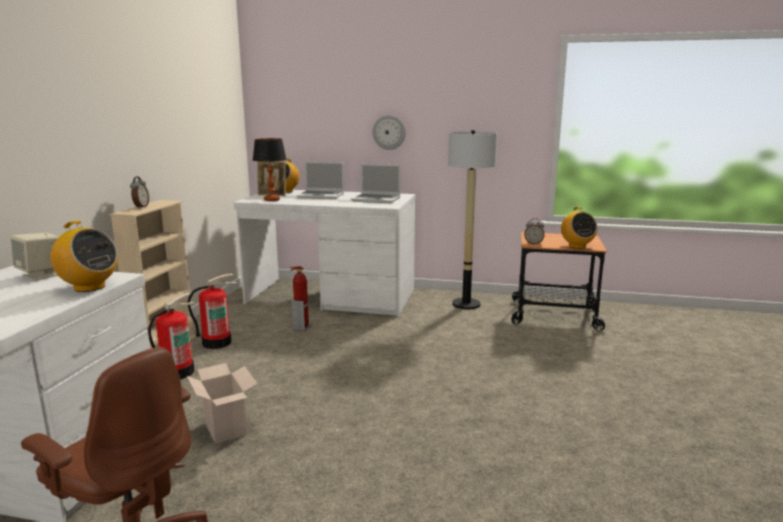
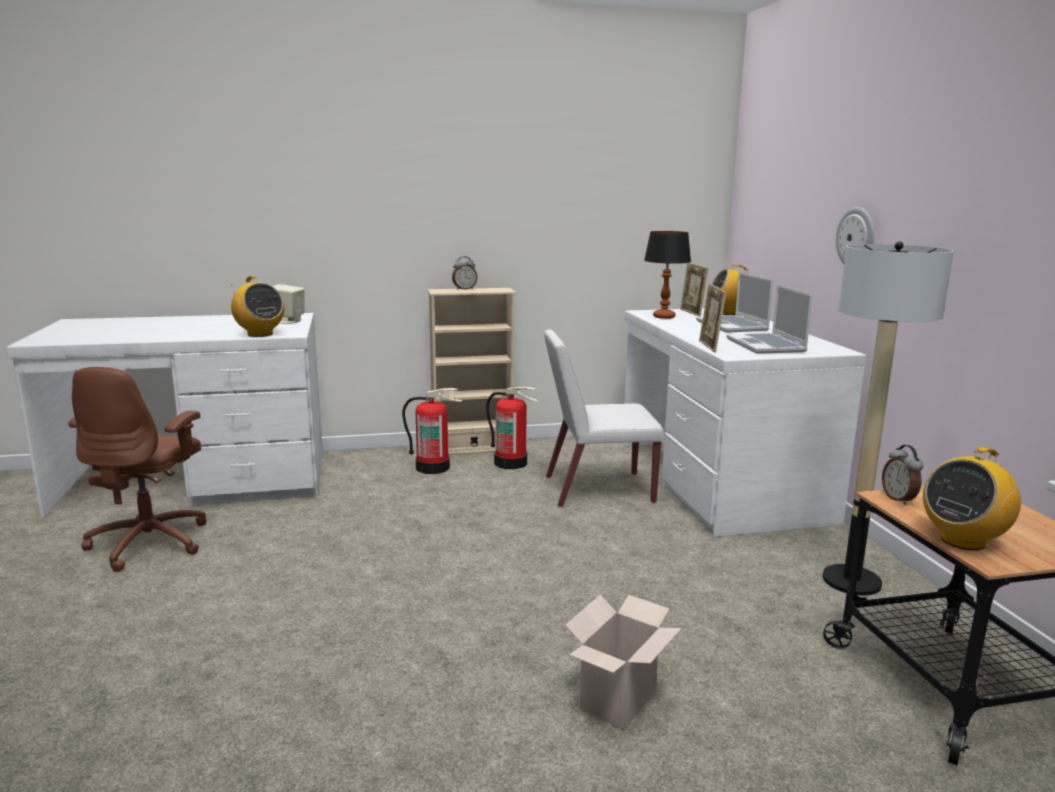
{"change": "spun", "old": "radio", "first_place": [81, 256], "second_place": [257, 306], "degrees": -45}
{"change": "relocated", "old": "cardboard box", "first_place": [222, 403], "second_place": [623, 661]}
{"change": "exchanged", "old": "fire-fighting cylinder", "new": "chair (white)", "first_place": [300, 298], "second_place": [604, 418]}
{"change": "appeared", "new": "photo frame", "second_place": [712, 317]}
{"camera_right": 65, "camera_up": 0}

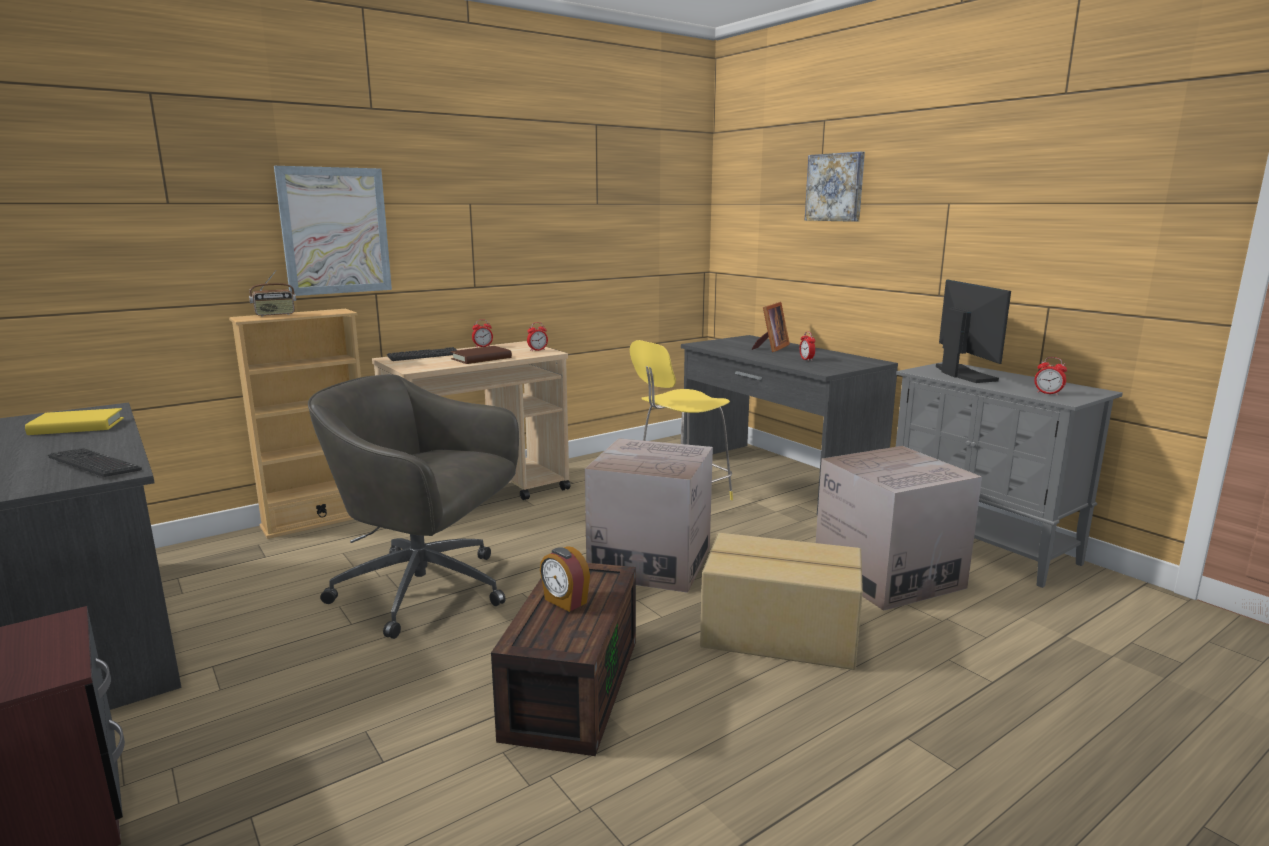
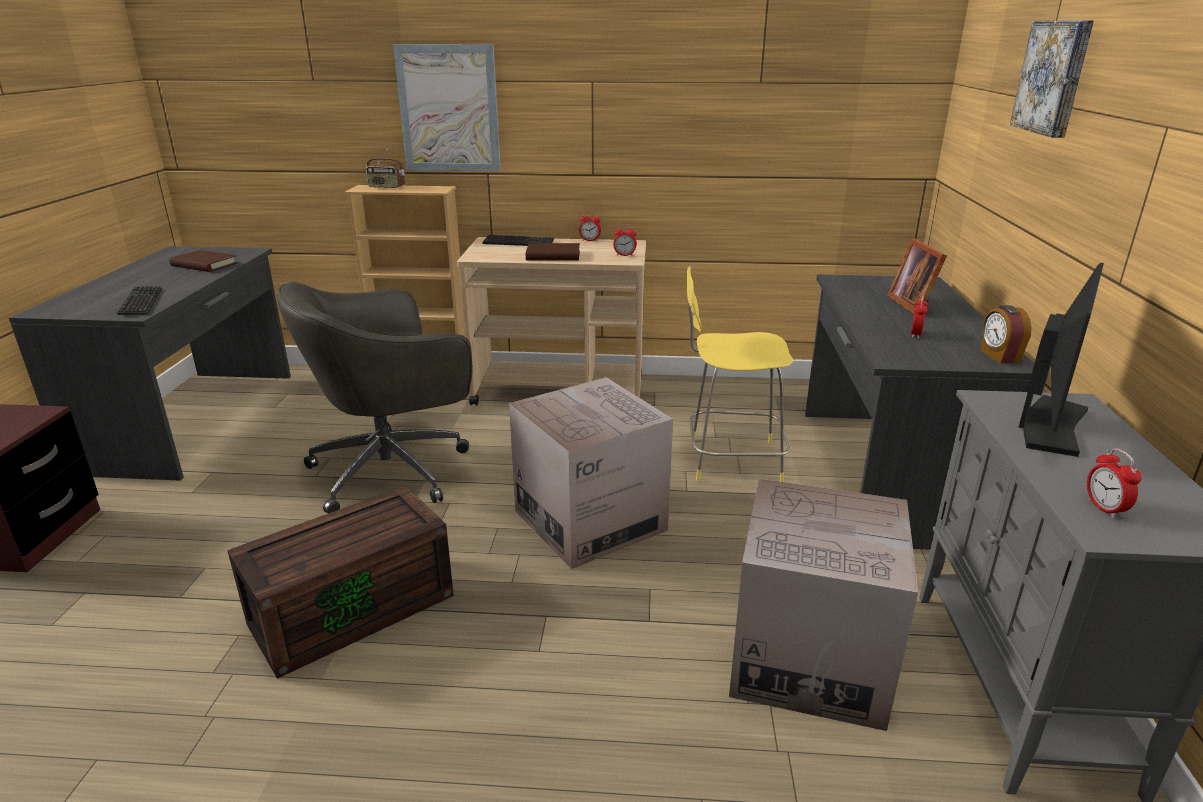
{"change": "colour", "old": "bound book (yellow)", "new": "bound book (brown-coloured)", "first_place": [74, 421], "second_place": [203, 261]}
{"change": "spun", "old": "desk chair (gray)", "first_place": [413, 506], "second_place": [374, 397], "degrees": -90}
{"change": "relocated", "old": "table clock", "first_place": [565, 579], "second_place": [1006, 334]}
{"change": "missing", "old": "cardboard box", "first_place": [781, 601]}
{"change": "spun", "old": "photo frame", "first_place": [771, 327], "second_place": [917, 276], "degrees": 105}
{"camera_right": 40, "camera_up": 10}

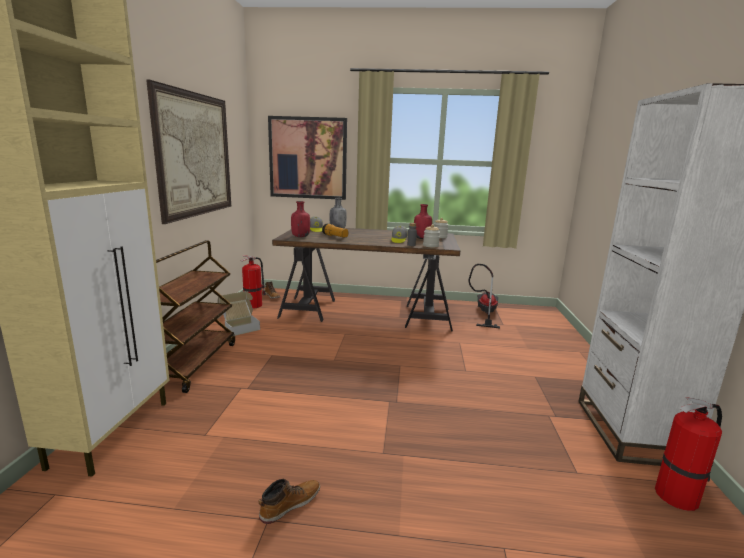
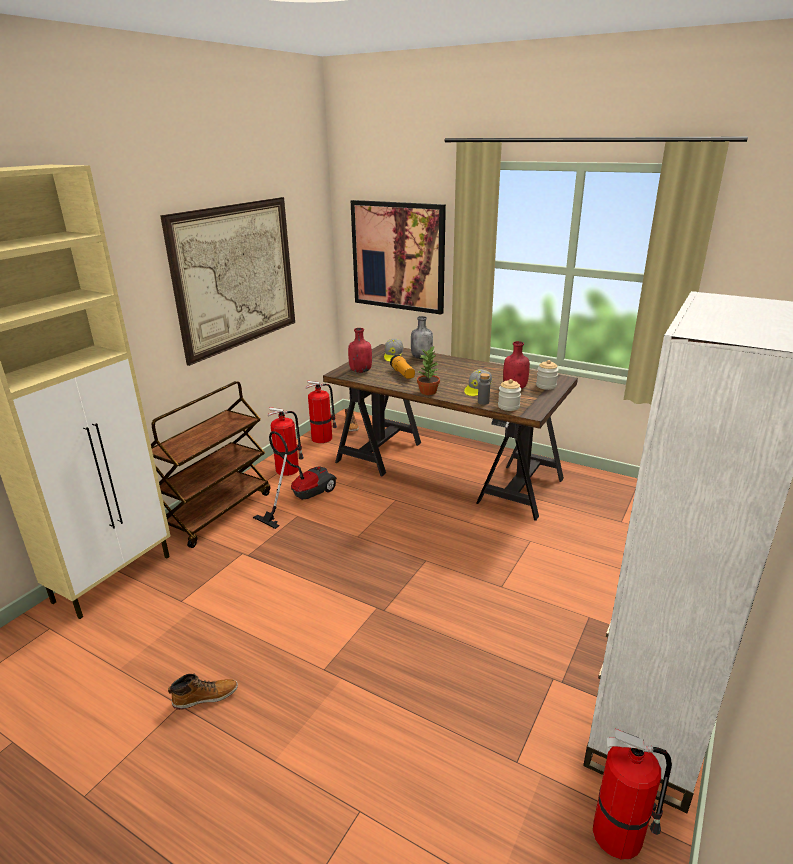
{"change": "exchanged", "old": "cardboard box", "new": "fire-fighting cylinder", "first_place": [238, 313], "second_place": [286, 441]}
{"change": "relocated", "old": "vacuum", "first_place": [484, 296], "second_place": [295, 480]}
{"change": "appeared", "new": "potted plant", "second_place": [428, 370]}
{"camera_right": 25, "camera_up": 10}

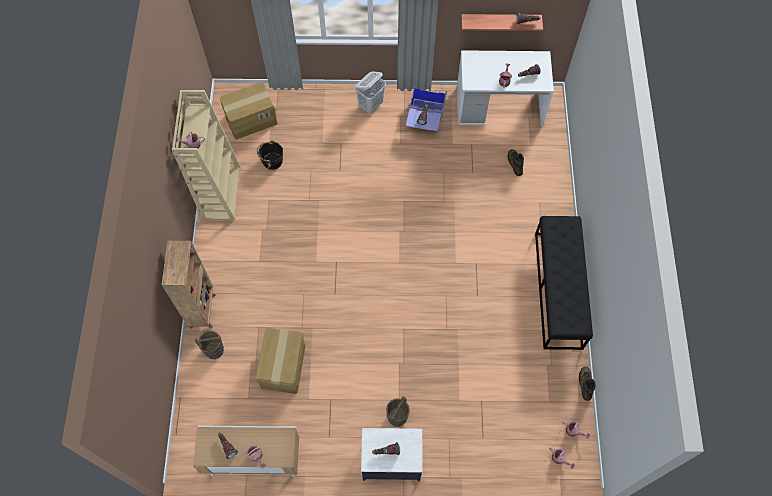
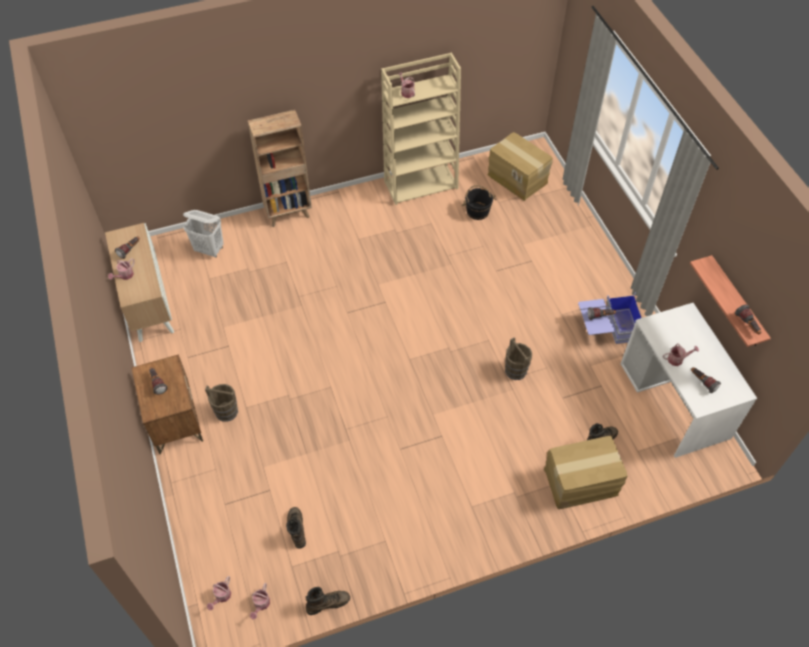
{"change": "relocated", "old": "pail (brown-coloured)", "first_place": [209, 345], "second_place": [518, 358]}
{"change": "relocated", "old": "cardboard box", "first_place": [280, 361], "second_place": [586, 472]}
{"change": "relocated", "old": "hamper (white)", "first_place": [370, 92], "second_place": [203, 233]}
{"change": "colour", "old": "bedside table (white)", "new": "bedside table (brown-coloured)", "first_place": [392, 455], "second_place": [167, 404]}
{"change": "missing", "old": "bench (black)", "first_place": [564, 283]}
{"change": "appeared", "new": "tall boot (brown-coloured)", "second_place": [296, 528]}
{"camera_right": 70, "camera_up": -10}

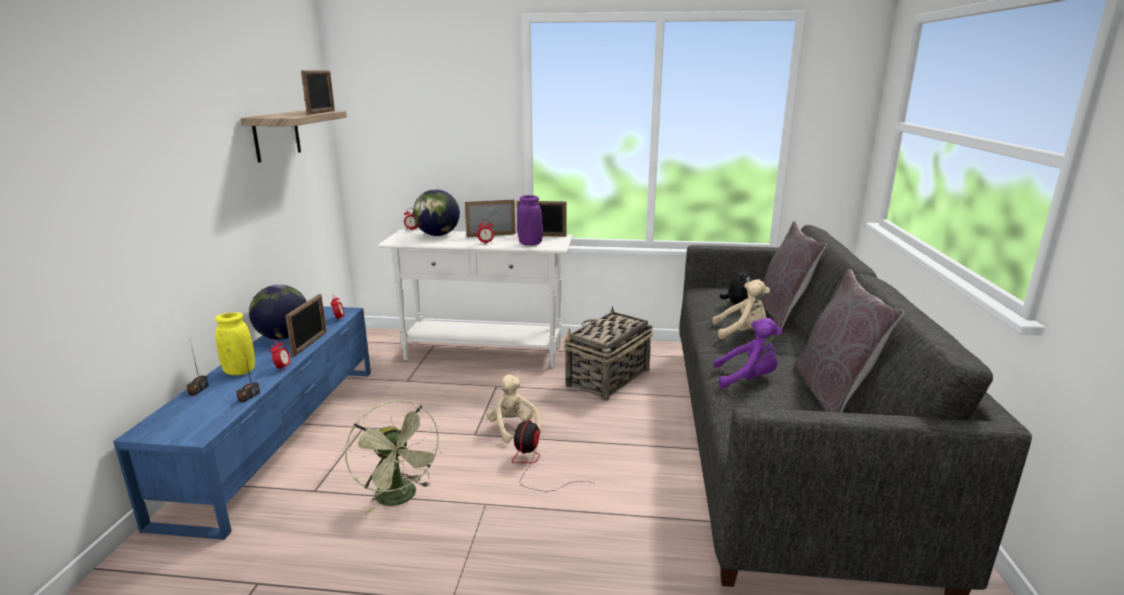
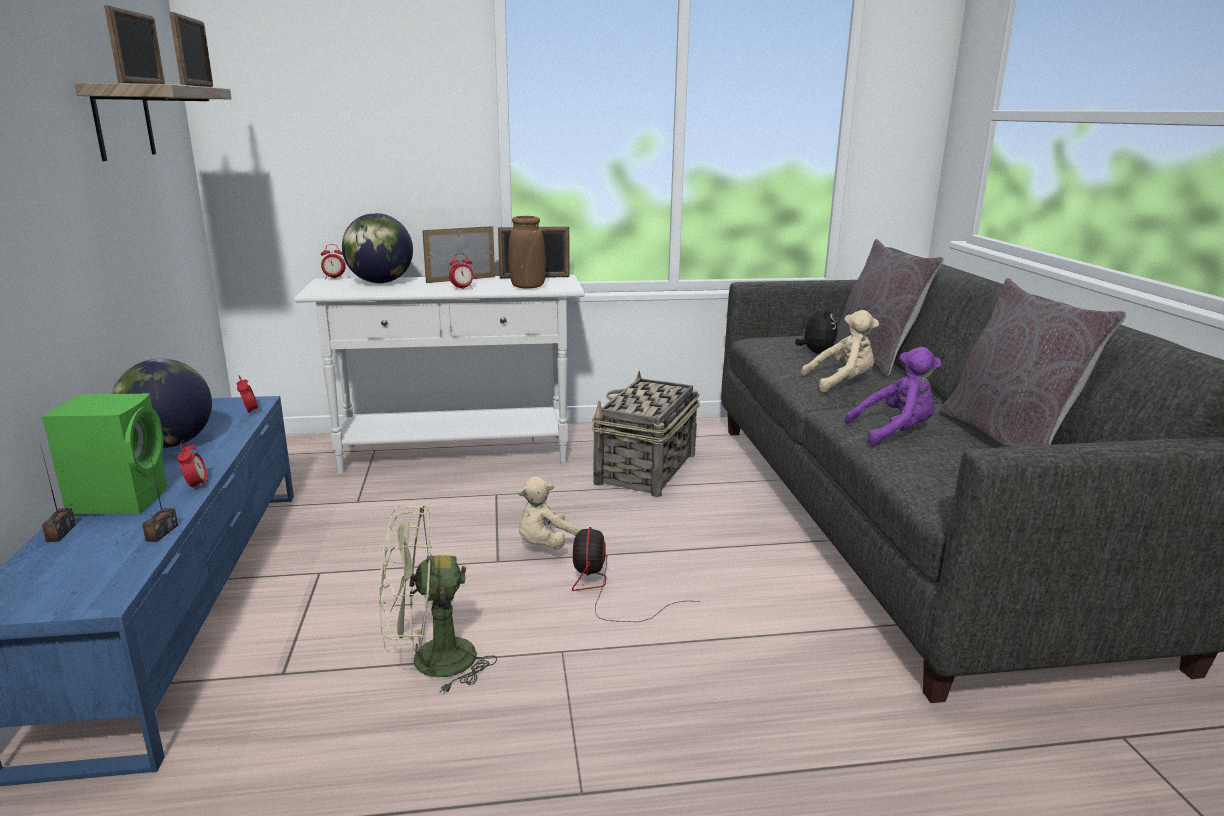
{"change": "exchanged", "old": "decorative vase (yellow)", "new": "loudspeaker (green)", "first_place": [235, 343], "second_place": [105, 454]}
{"change": "relocated", "old": "photo frame", "first_place": [306, 325], "second_place": [134, 44]}
{"change": "spun", "old": "cooling fan (green)", "first_place": [394, 457], "second_place": [438, 600], "degrees": 120}
{"change": "spun", "old": "cuddly toy (beige-coloured)", "first_place": [513, 409], "second_place": [550, 513], "degrees": -90}
{"change": "colour", "old": "decorative vase (purple-coloured)", "new": "decorative vase (brown-coloured)", "first_place": [530, 220], "second_place": [527, 252]}
{"camera_right": -15, "camera_up": 0}

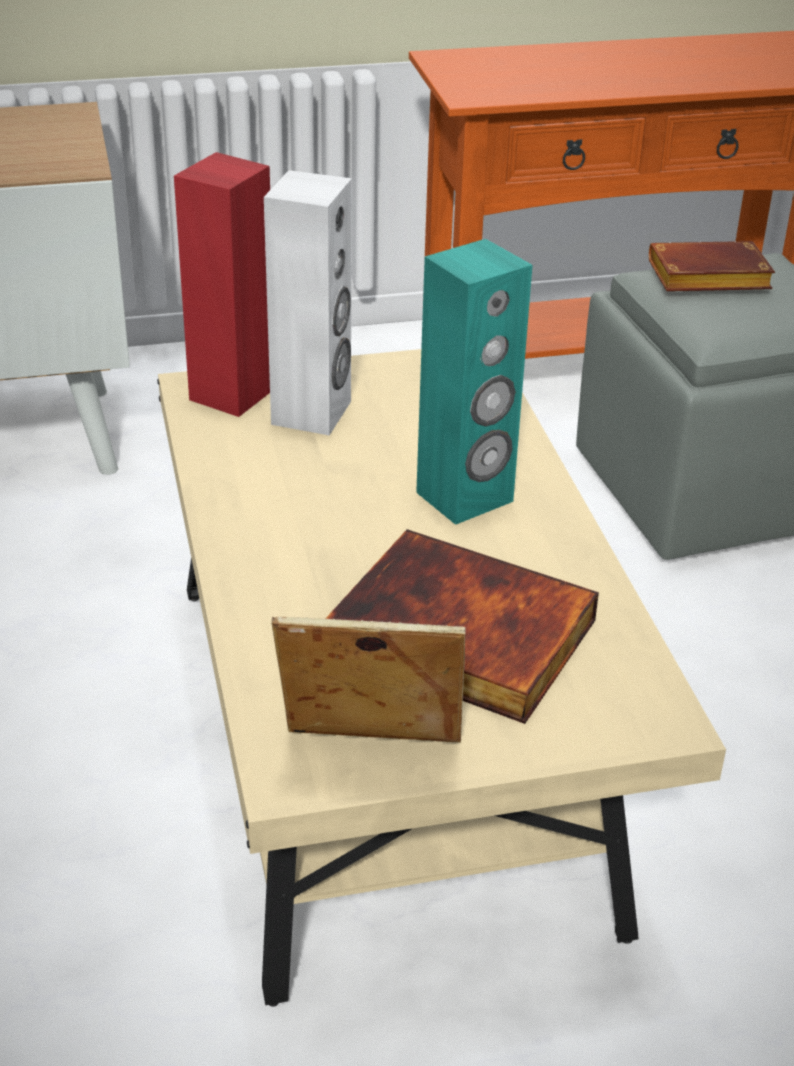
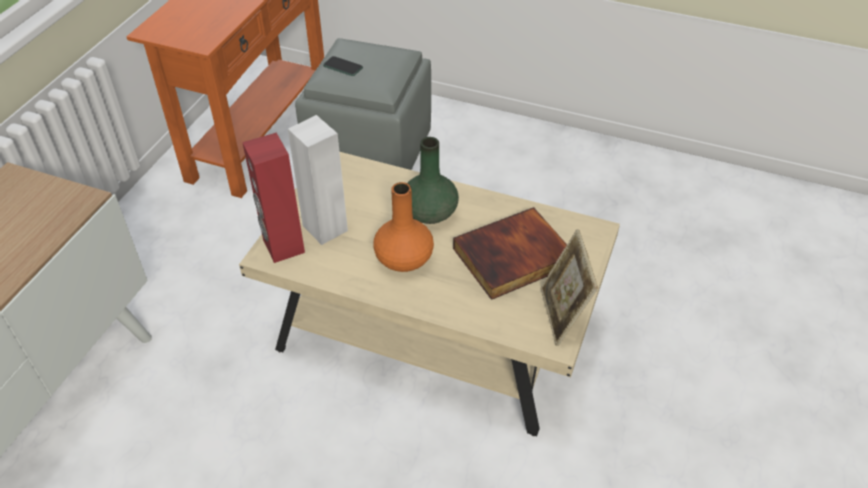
{"change": "spun", "old": "photo frame", "first_place": [368, 680], "second_place": [569, 287], "degrees": -45}
{"change": "exchanged", "old": "loudspeaker (turquoise)", "new": "decorative vase (green)", "first_place": [474, 382], "second_place": [433, 180]}
{"change": "exchanged", "old": "bound book (brown-coloured)", "new": "phone", "first_place": [712, 266], "second_place": [343, 66]}
{"change": "appeared", "new": "decorative vase (orange-coloured)", "second_place": [404, 227]}
{"camera_right": -55, "camera_up": 10}

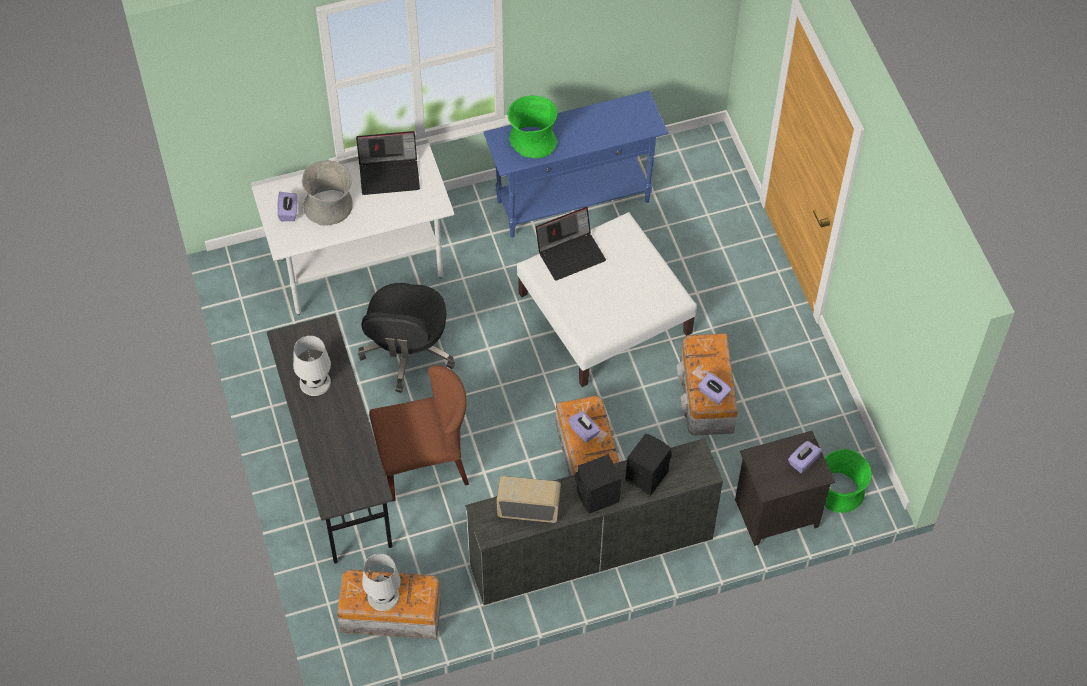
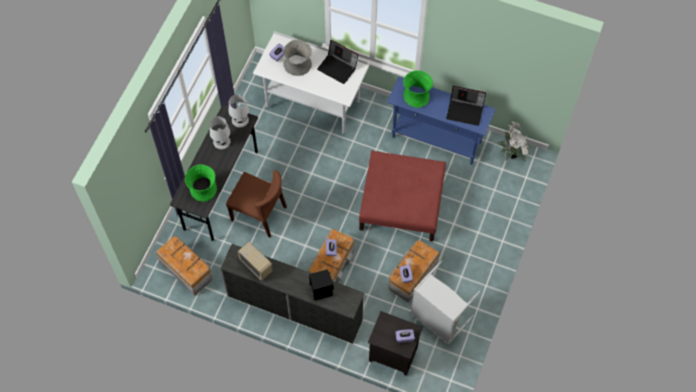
{"change": "missing", "old": "desk chair (black)", "first_place": [406, 338]}
{"change": "relocated", "old": "table lamp (white)", "first_place": [381, 582], "second_place": [239, 111]}
{"change": "colour", "old": "footrest (white)", "new": "footrest (red-coloured)", "first_place": [607, 299], "second_place": [402, 196]}
{"change": "relocated", "old": "portable computer", "first_place": [571, 244], "second_place": [466, 106]}
{"change": "missing", "old": "loudspeaker (black)", "first_place": [598, 484]}
{"change": "relocated", "old": "decorative vase (green)", "first_place": [848, 481], "second_place": [201, 183]}
{"change": "appeared", "new": "hamper (gray)", "second_place": [445, 303]}
{"change": "appeared", "new": "potted plant", "second_place": [512, 141]}
{"camera_right": 40, "camera_up": 5}

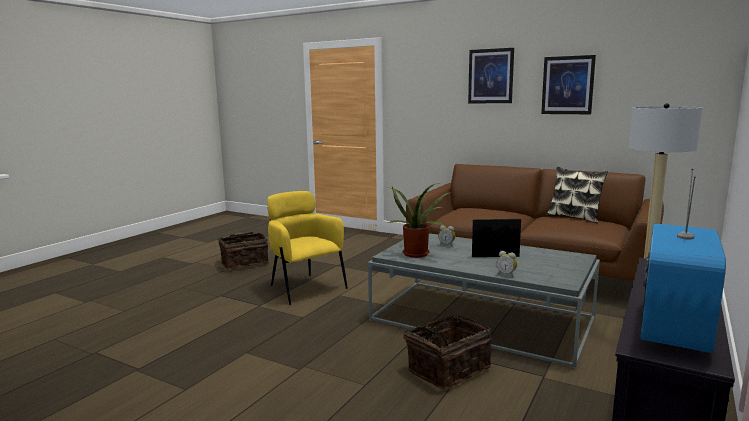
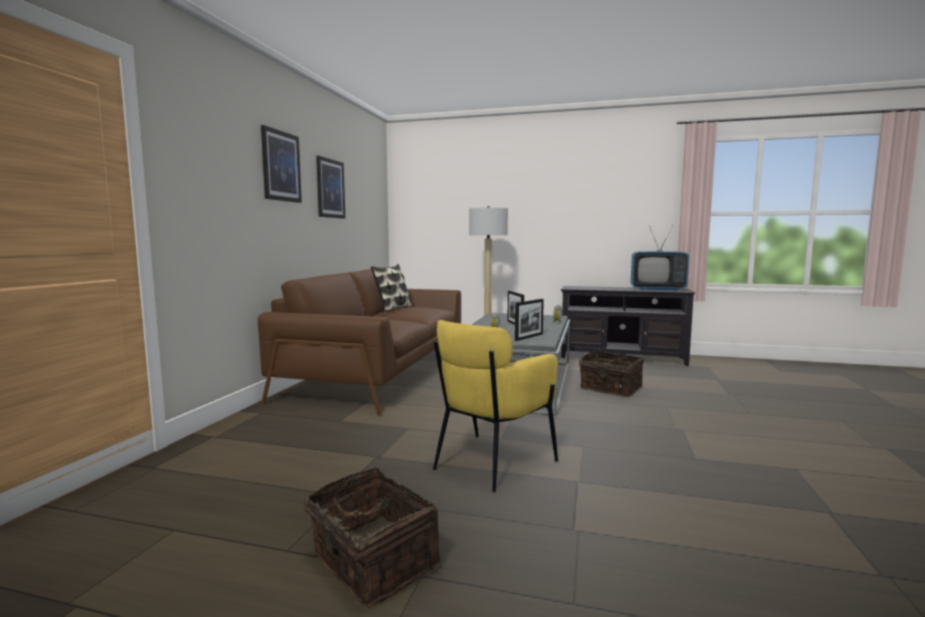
{"change": "exchanged", "old": "potted plant", "new": "photo frame", "first_place": [419, 220], "second_place": [529, 320]}
{"camera_right": -105, "camera_up": -5}

